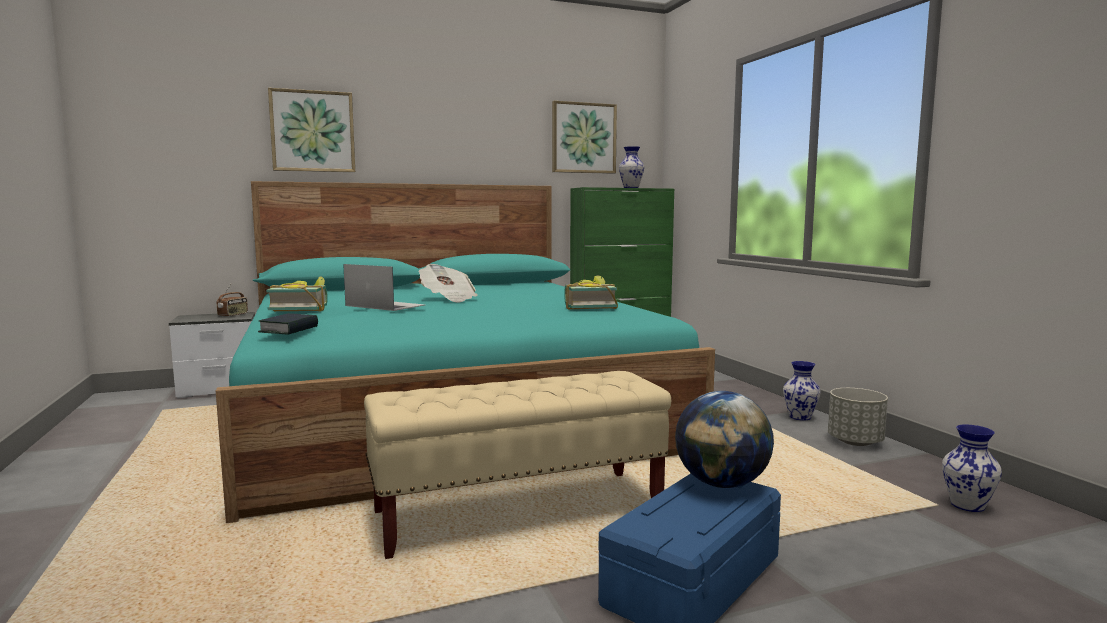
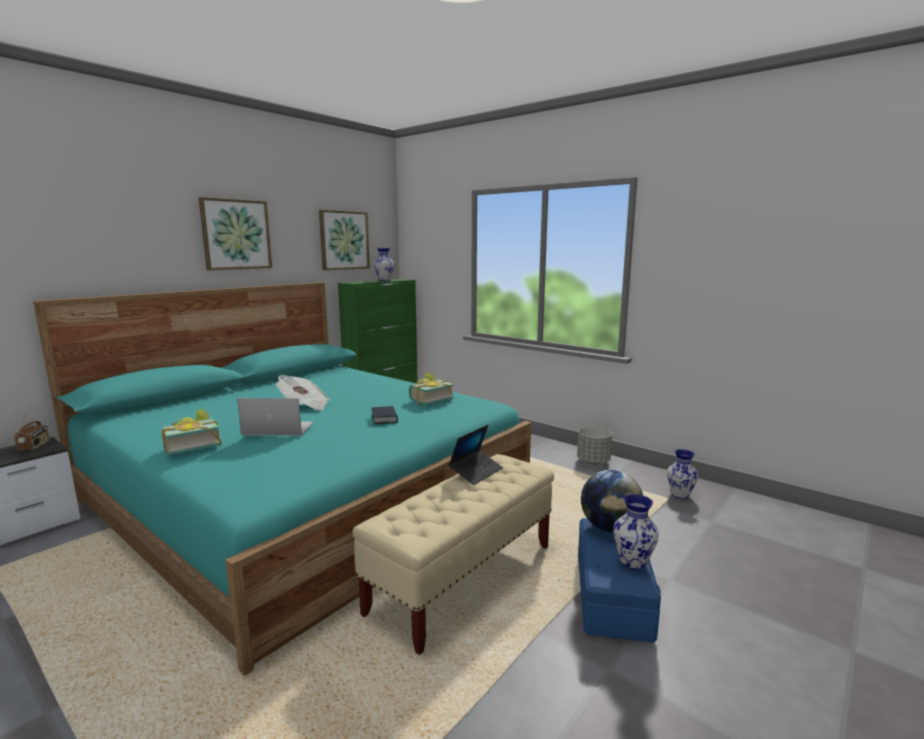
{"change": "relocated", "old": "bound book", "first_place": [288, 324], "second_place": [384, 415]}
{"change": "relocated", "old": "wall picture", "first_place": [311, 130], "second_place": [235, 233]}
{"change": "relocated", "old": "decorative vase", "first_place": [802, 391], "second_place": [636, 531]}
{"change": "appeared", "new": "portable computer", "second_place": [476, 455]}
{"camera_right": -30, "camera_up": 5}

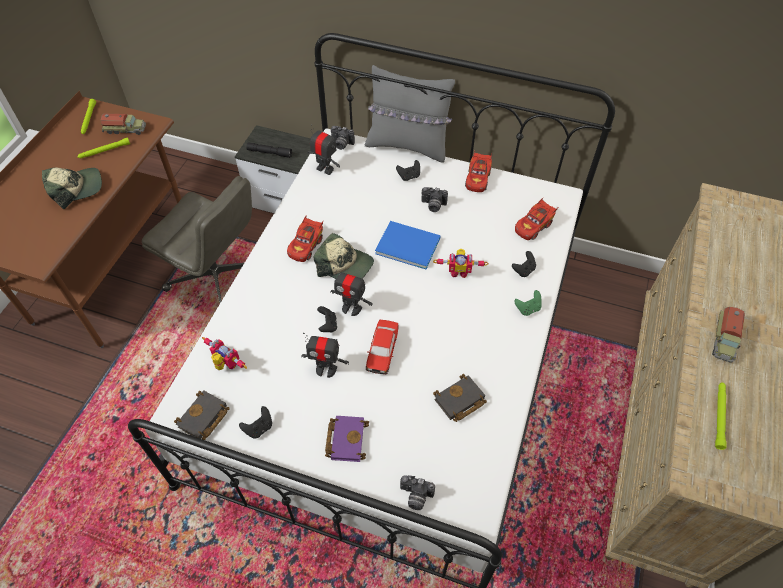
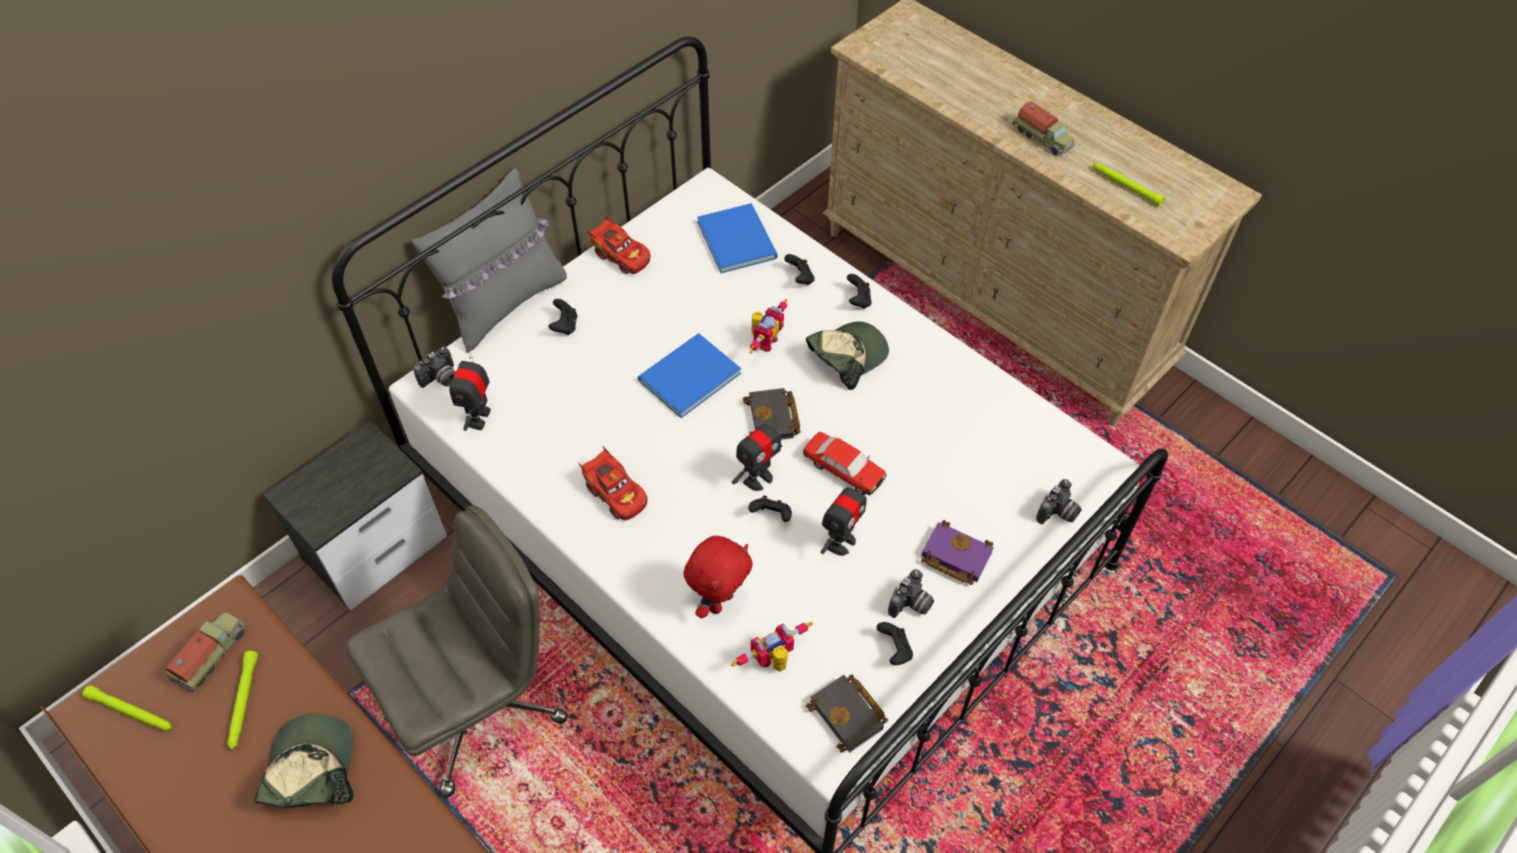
{"change": "missing", "old": "hand torch (black)", "first_place": [269, 150]}
{"change": "spun", "old": "toy robot", "first_place": [323, 149], "second_place": [470, 388], "degrees": -45}
{"change": "relocated", "old": "baseball cap", "first_place": [344, 256], "second_place": [847, 356]}
{"change": "relocated", "old": "photo camera", "first_place": [434, 199], "second_place": [911, 593]}
{"change": "relocated", "old": "bound book (black)", "first_place": [460, 398], "second_place": [772, 414]}
{"change": "colour", "old": "joypad (green)", "new": "joypad (black)", "first_place": [528, 303], "second_place": [859, 291]}
{"change": "exchanged", "old": "miniature car (red-coloured)", "new": "bound book (bluish)", "first_place": [536, 219], "second_place": [737, 238]}
{"change": "appeared", "new": "cuddly toy (red-coloured)", "second_place": [718, 577]}
{"camera_right": -65, "camera_up": 0}

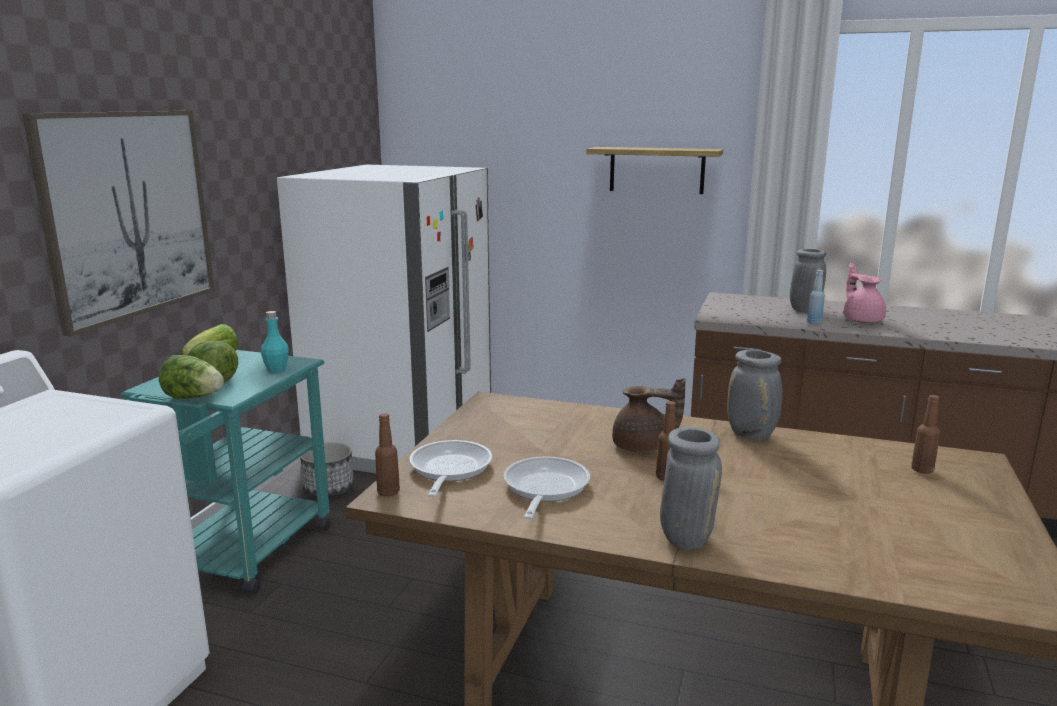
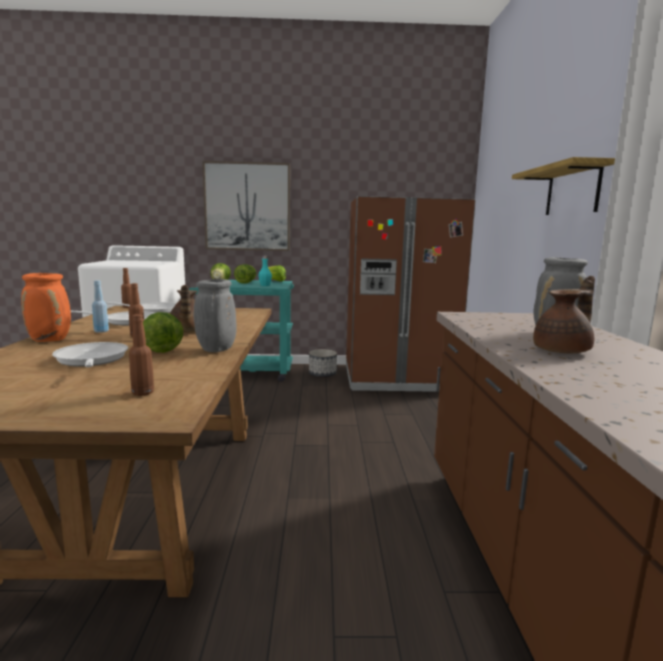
{"change": "colour", "old": "fridge (white)", "new": "fridge (brown-coloured)", "first_place": [384, 319], "second_place": [411, 294]}
{"change": "colour", "old": "decorative vase (gray)", "new": "decorative vase (orange-coloured)", "first_place": [691, 488], "second_place": [46, 307]}
{"change": "relocated", "old": "drink bottle (bluish)", "first_place": [816, 297], "second_place": [100, 306]}
{"change": "colour", "old": "tea pot (pink-coloured)", "new": "tea pot (brown-coloured)", "first_place": [865, 293], "second_place": [564, 315]}
{"change": "appeared", "new": "skillet", "second_place": [90, 354]}
{"change": "appeared", "new": "lettuce head", "second_place": [163, 332]}
{"camera_right": 70, "camera_up": -5}

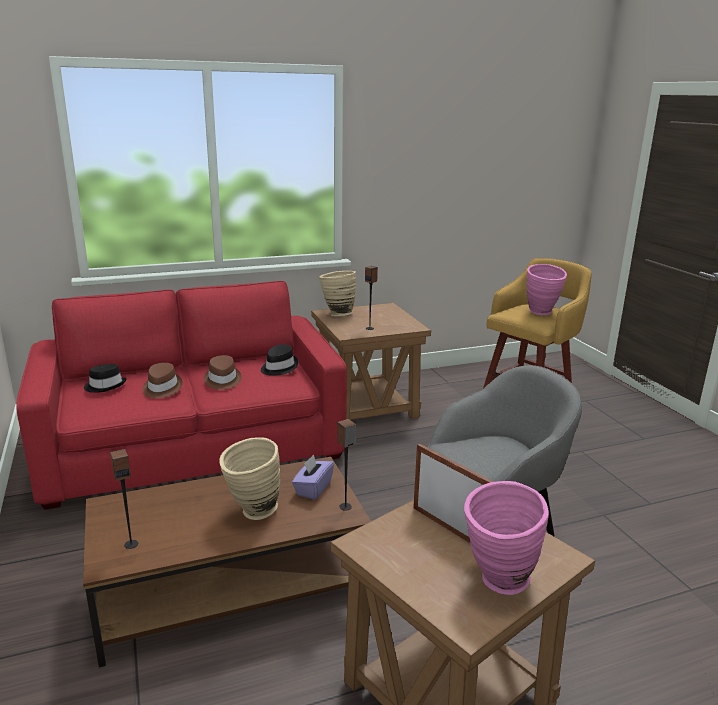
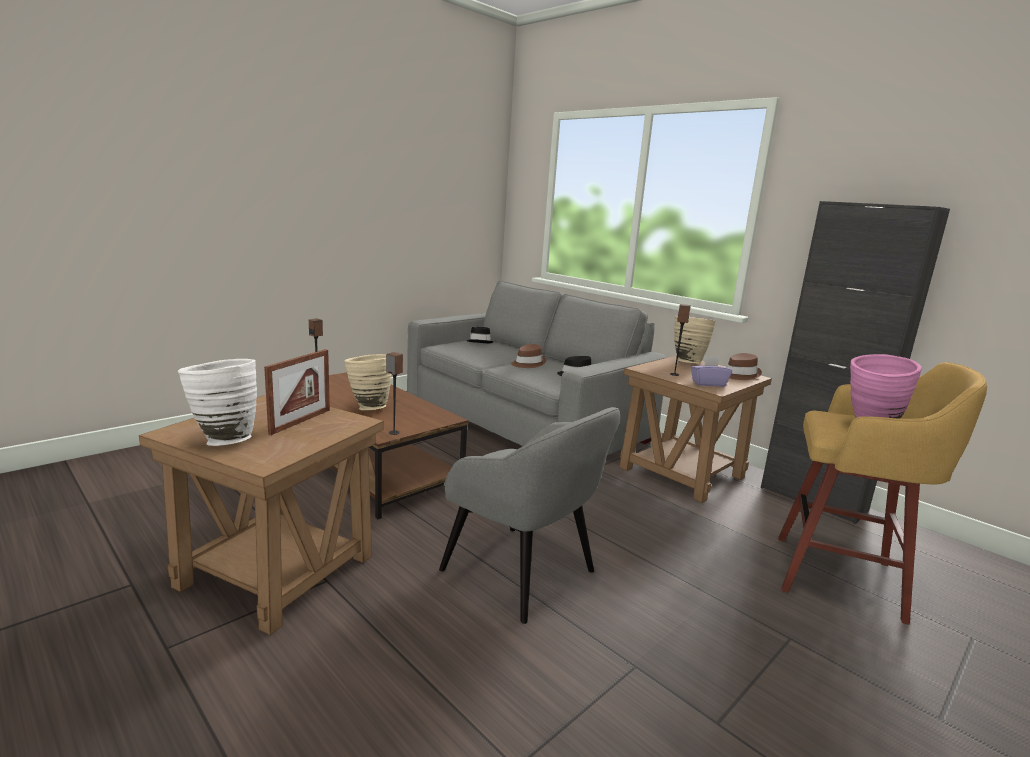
{"change": "colour", "old": "sofa (red-coloured)", "new": "sofa (gray)", "first_place": [181, 395], "second_place": [537, 368]}
{"change": "relocated", "old": "clothing hat (brown-coloured)", "first_place": [162, 381], "second_place": [744, 366]}
{"change": "relocated", "old": "box of tissues (purple-coloured)", "first_place": [313, 477], "second_place": [711, 371]}
{"change": "colour", "old": "decorative vase (pink-coloured)", "new": "decorative vase (white)", "first_place": [506, 538], "second_place": [217, 402]}
{"change": "appeared", "new": "storage cabinet (black)", "second_place": [855, 362]}
{"camera_right": 65, "camera_up": -5}

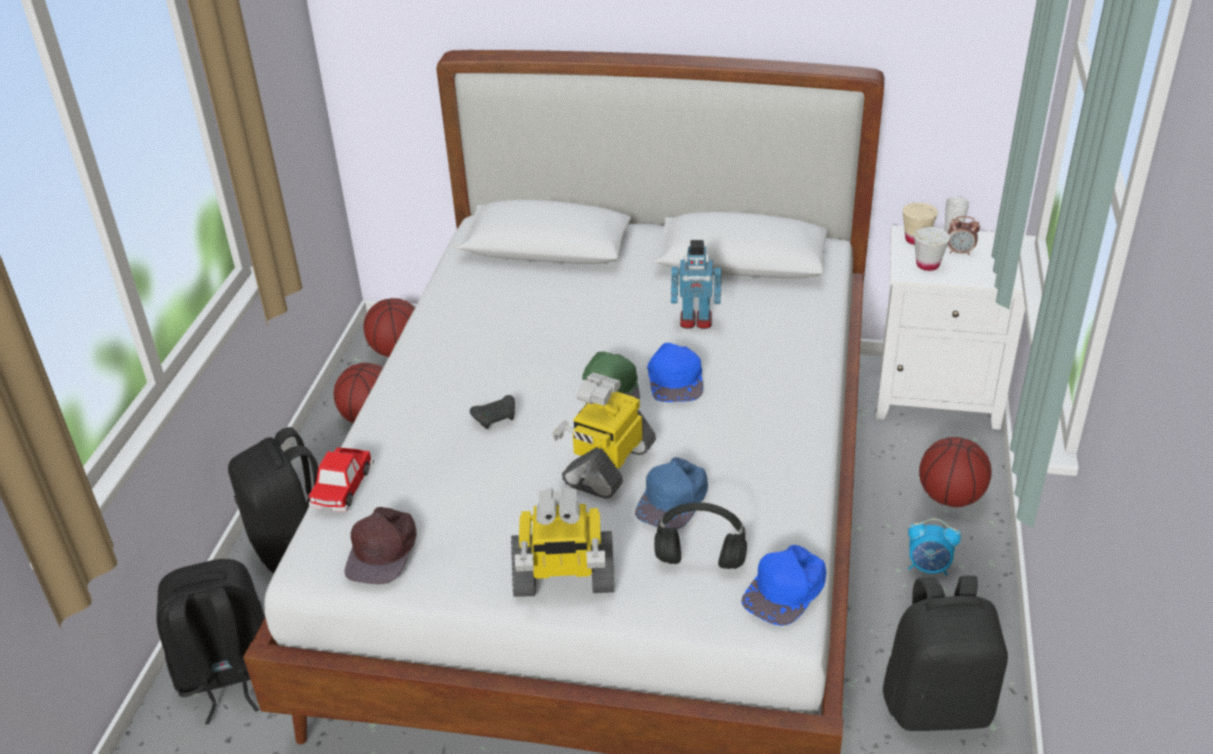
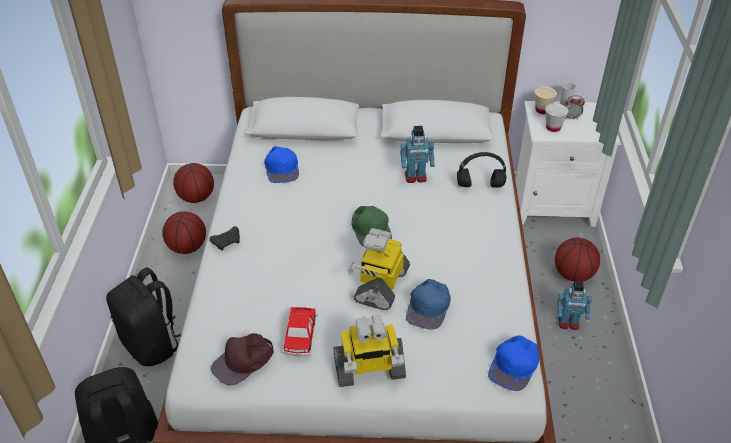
{"change": "relocated", "old": "miniature car", "first_place": [341, 479], "second_place": [300, 332]}
{"change": "spun", "old": "baseball cap (brown-coloured)", "first_place": [381, 545], "second_place": [242, 359], "degrees": 45}
{"change": "relocated", "old": "joypad (black)", "first_place": [492, 412], "second_place": [225, 238]}
{"change": "relocated", "old": "baseball cap (bluish)", "first_place": [675, 372], "second_place": [281, 164]}
{"change": "relocated", "old": "headset (black)", "first_place": [700, 535], "second_place": [481, 170]}
{"change": "missing", "old": "knapsack (black)", "first_place": [945, 653]}
{"change": "exchanged", "old": "table clock", "new": "toy robot", "first_place": [934, 547], "second_place": [574, 305]}
{"camera_right": -10, "camera_up": 5}

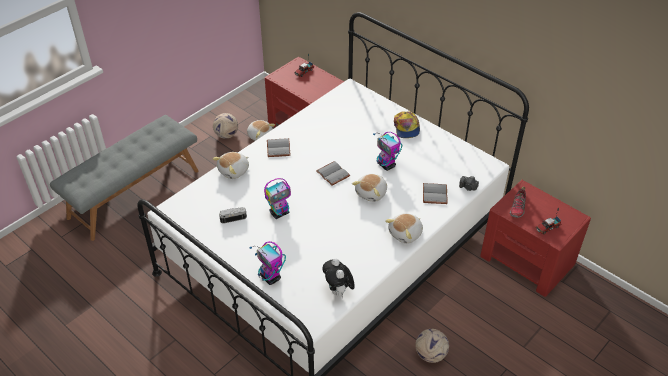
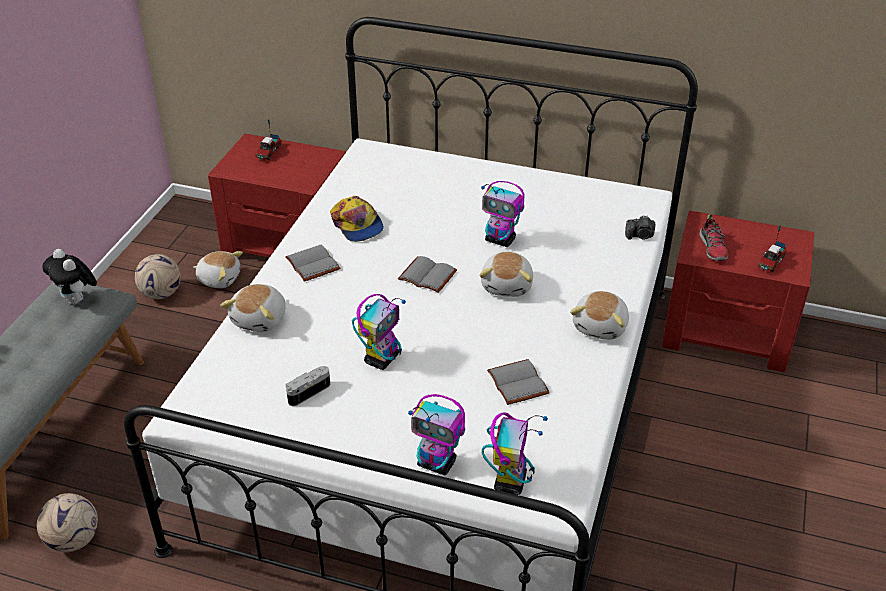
{"change": "relocated", "old": "cuddly toy", "first_place": [338, 278], "second_place": [69, 277]}
{"change": "relocated", "old": "baseball cap", "first_place": [407, 124], "second_place": [357, 219]}
{"change": "relocated", "old": "ball for football", "first_place": [432, 346], "second_place": [67, 522]}
{"change": "relocated", "old": "bound book (gray)", "first_place": [435, 193], "second_place": [518, 382]}
{"change": "appeared", "new": "toy robot", "second_place": [515, 453]}
{"camera_right": -25, "camera_up": -5}

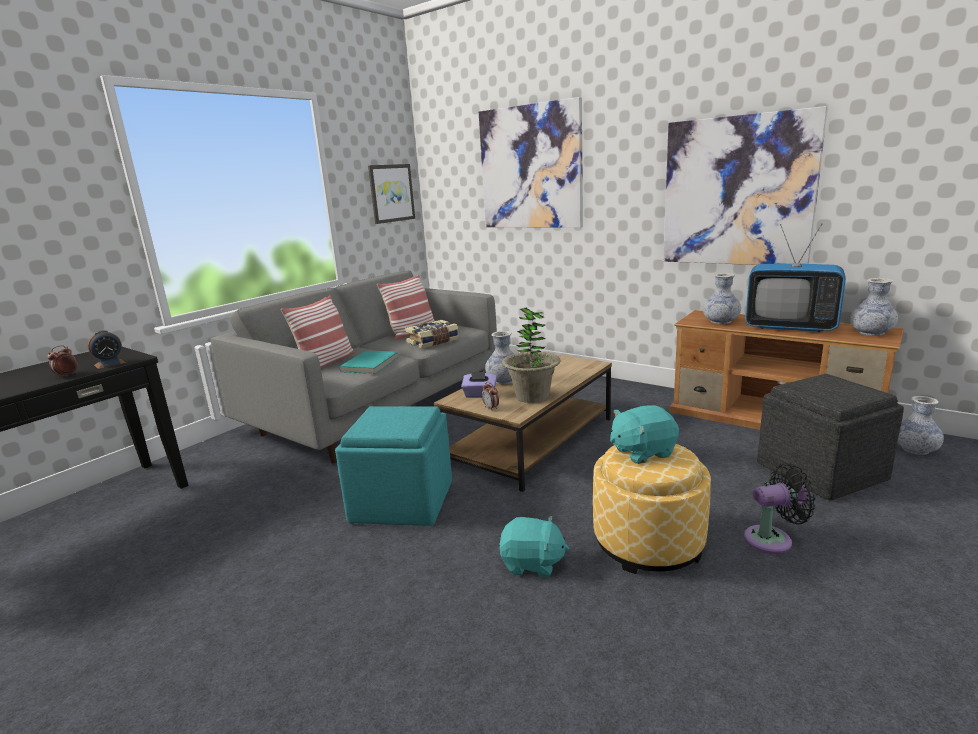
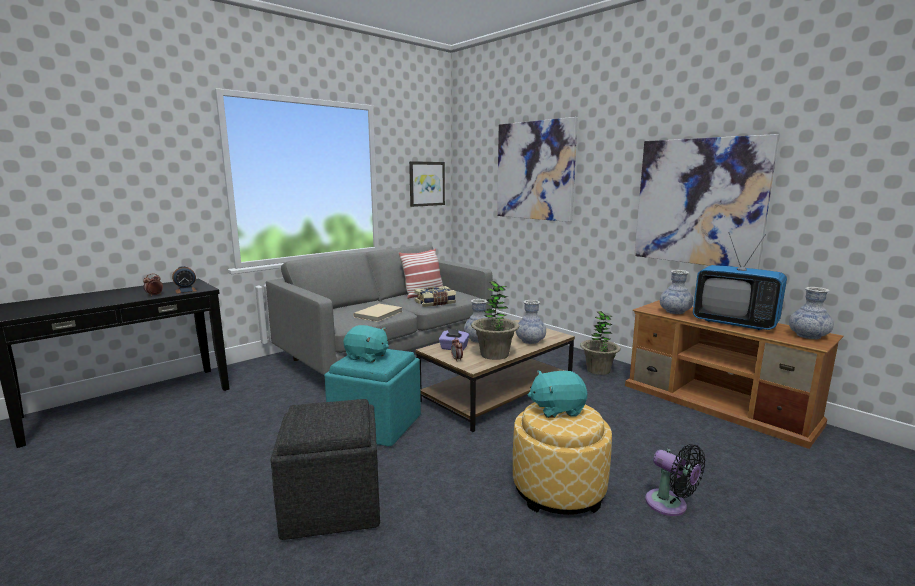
{"change": "missing", "old": "cushion", "first_place": [318, 331]}
{"change": "colour", "old": "bound book (turquoise)", "new": "bound book (beige-coloured)", "first_place": [368, 362], "second_place": [378, 313]}
{"change": "relocated", "old": "cuddly toy (turquoise)", "first_place": [534, 546], "second_place": [366, 344]}
{"change": "spun", "old": "cooling fan (black)", "first_place": [779, 508], "second_place": [675, 480], "degrees": 45}
{"change": "relocated", "old": "footrest (gray)", "first_place": [830, 437], "second_place": [325, 469]}
{"change": "relocated", "old": "decorative vase", "first_place": [921, 425], "second_place": [531, 322]}
{"change": "appeared", "new": "potted plant", "second_place": [600, 343]}
{"camera_right": 10, "camera_up": -5}

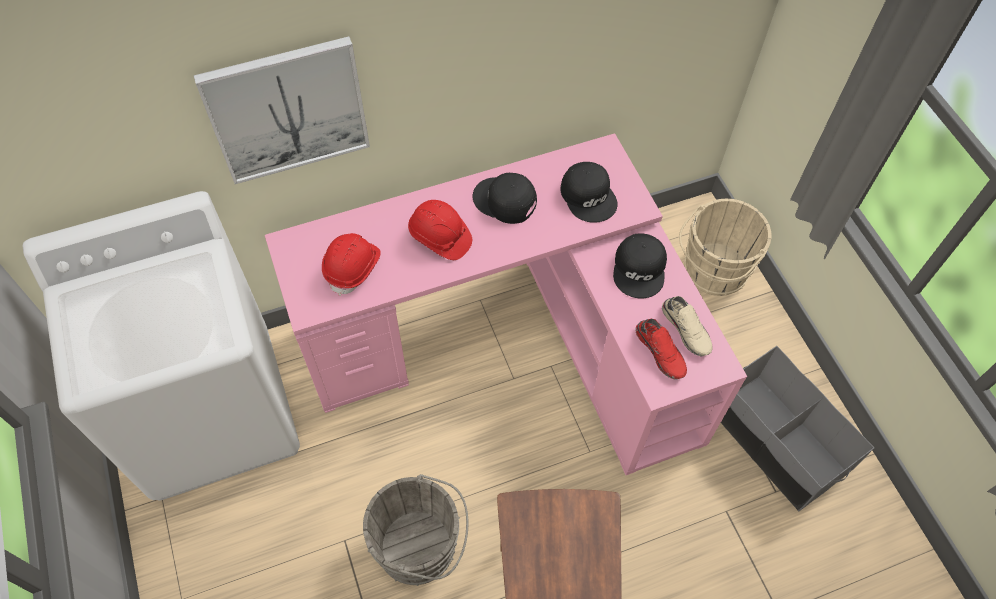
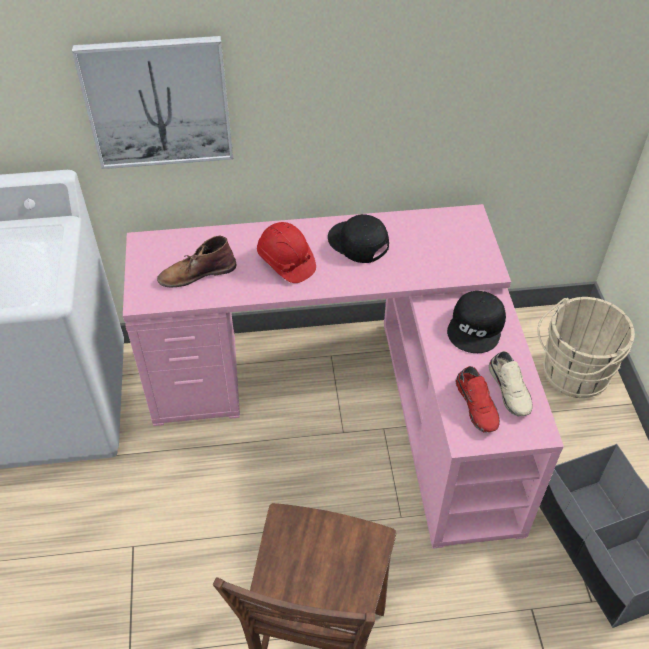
{"change": "exchanged", "old": "safety helmet (red-coloured)", "new": "tall boot (brown-coloured)", "first_place": [351, 264], "second_place": [196, 261]}
{"change": "missing", "old": "pail (gray)", "first_place": [415, 530]}
{"change": "missing", "old": "baseball cap (black)", "first_place": [589, 192]}
{"camera_right": 15, "camera_up": -10}

